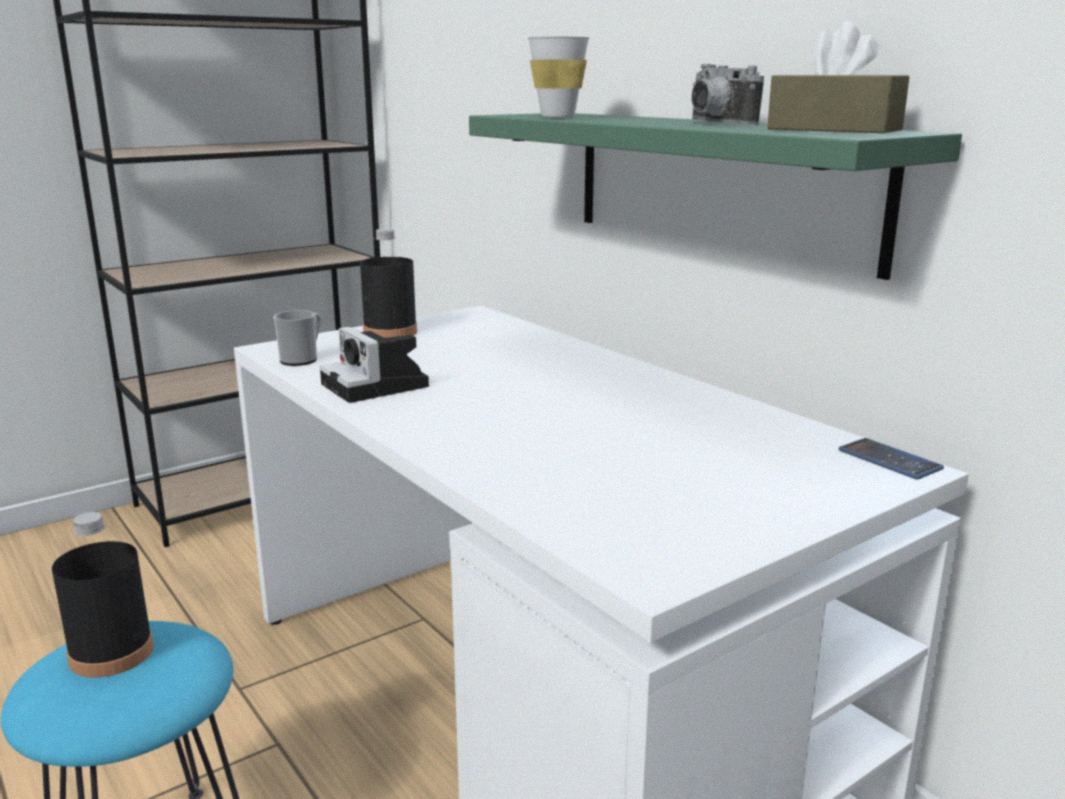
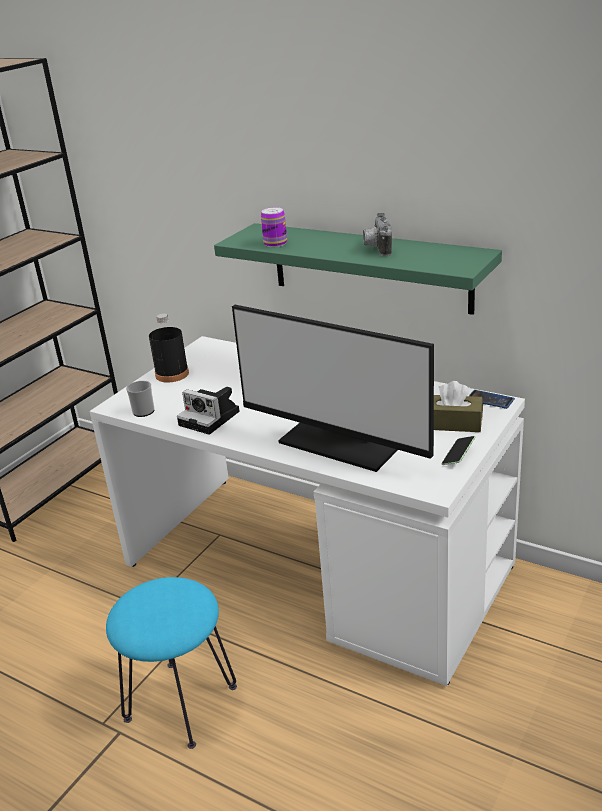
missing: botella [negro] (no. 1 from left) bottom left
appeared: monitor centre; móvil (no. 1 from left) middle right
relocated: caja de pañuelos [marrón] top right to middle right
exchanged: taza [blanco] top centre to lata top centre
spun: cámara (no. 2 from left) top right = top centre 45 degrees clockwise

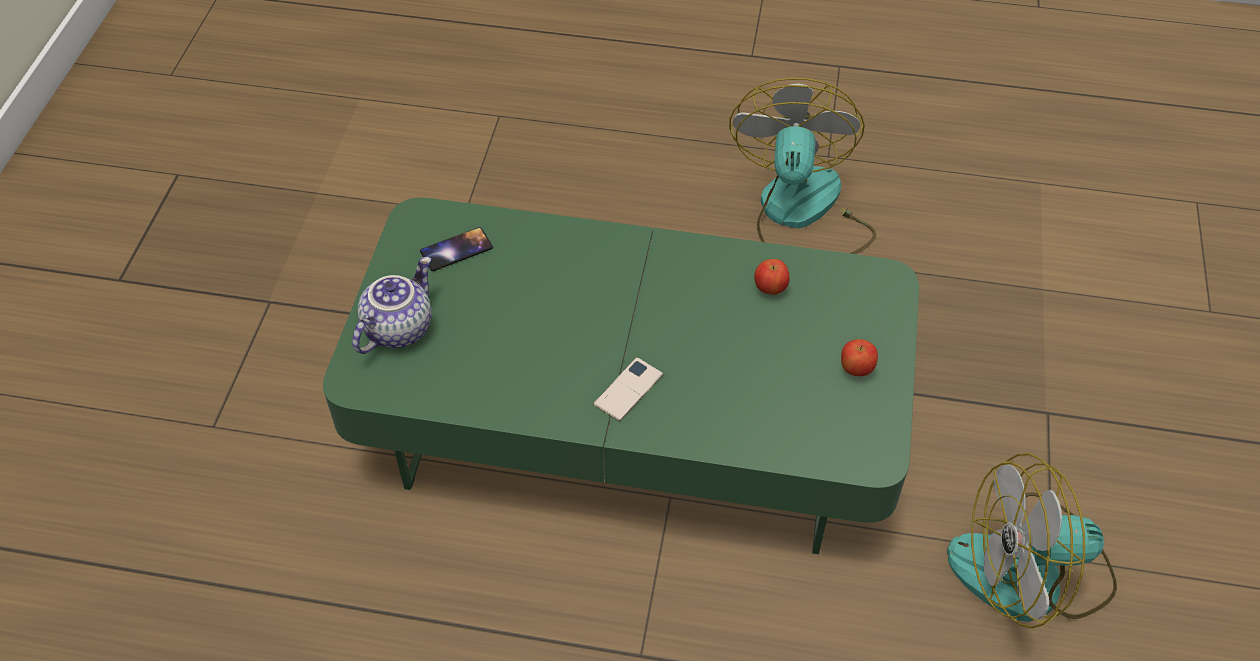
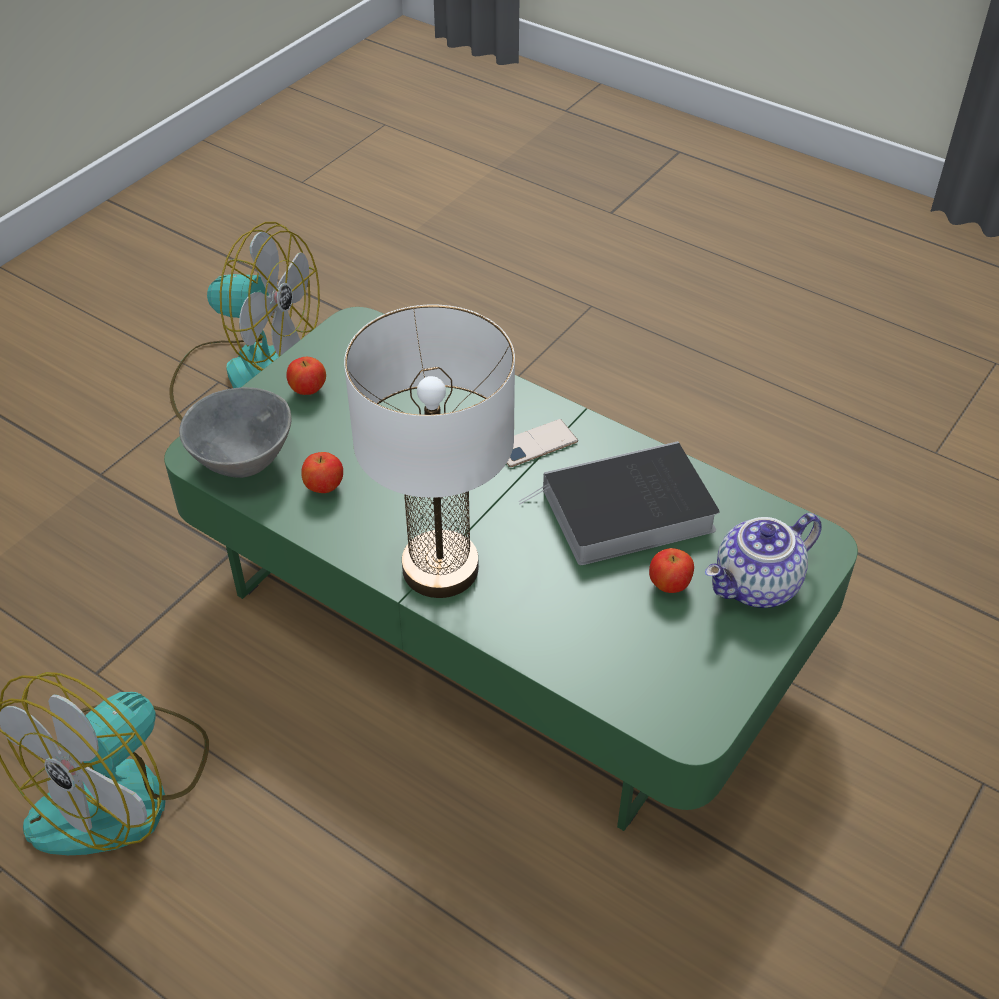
missing: móvil (no. 1 from left) centre
appeared: cuenco [gris] middle left; lámpara de mesa centre; libro centre; manzana (no. 3 from left) middle right

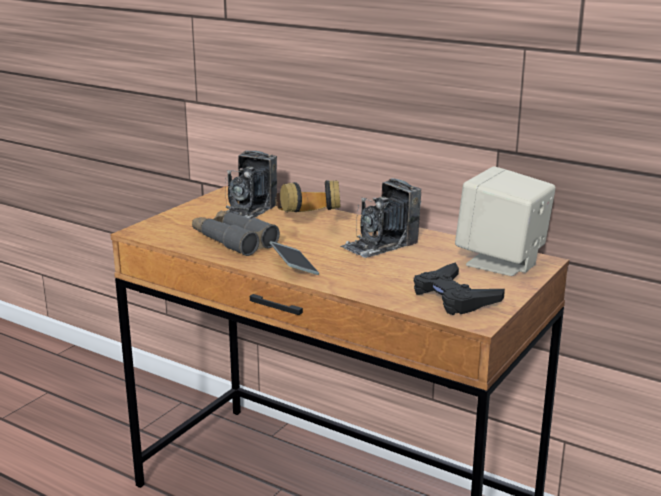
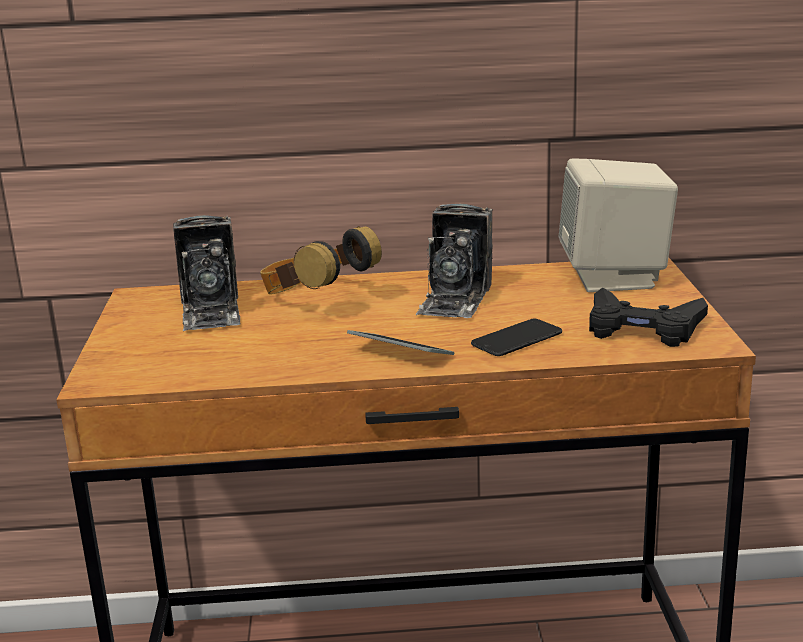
missing: prismáticos [gris] centre
appeared: móvil (no. 2 from left) centre

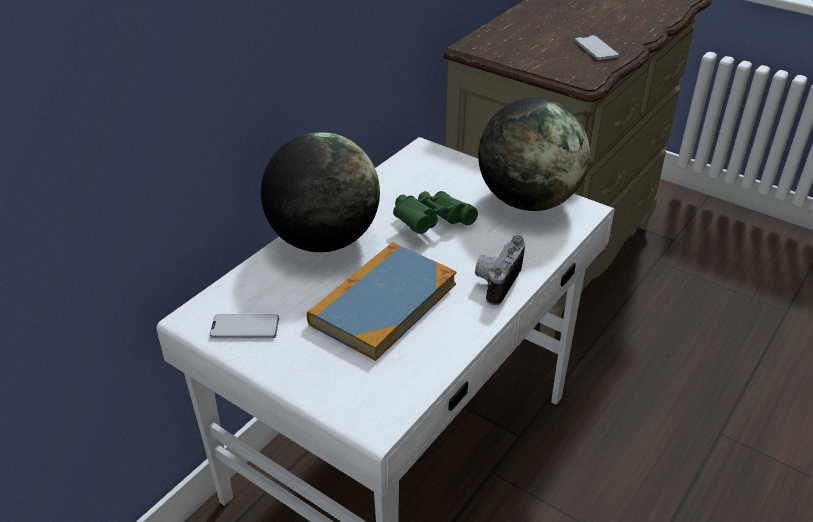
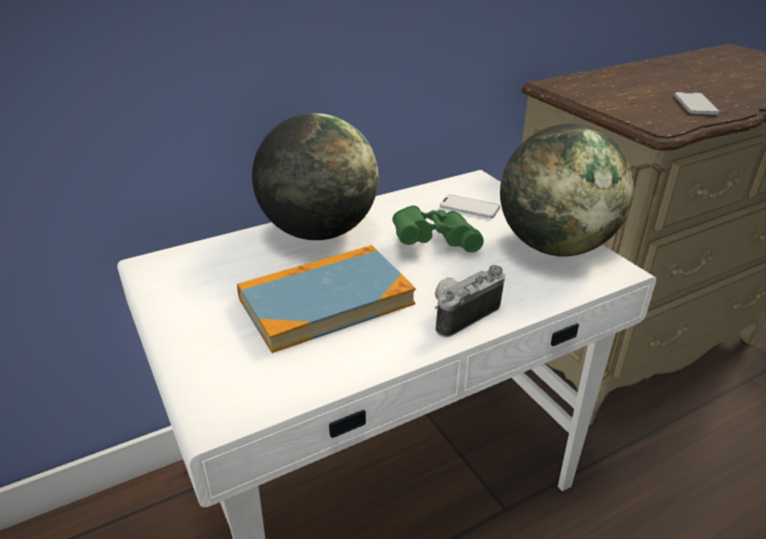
relocated: móvil (no. 1 from left) middle left to centre

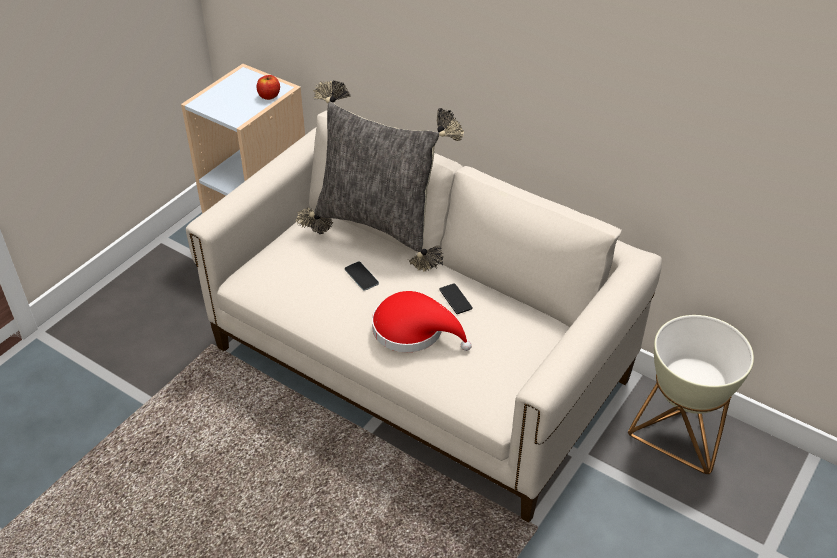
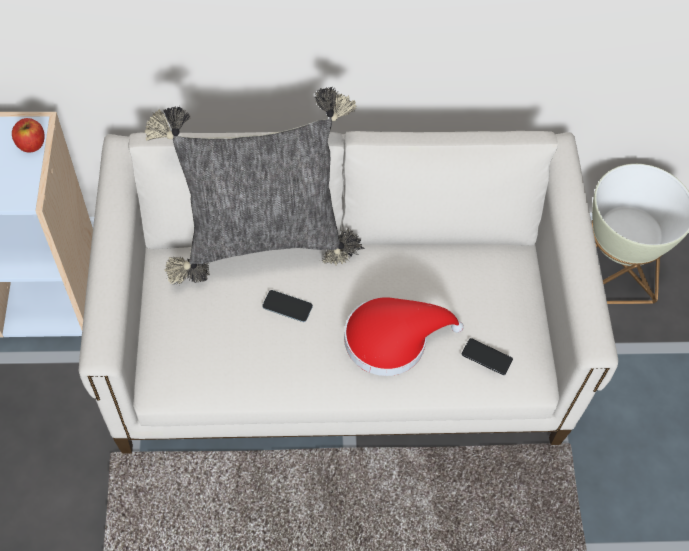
relocated: móvil (no. 2 from left) centre to middle right

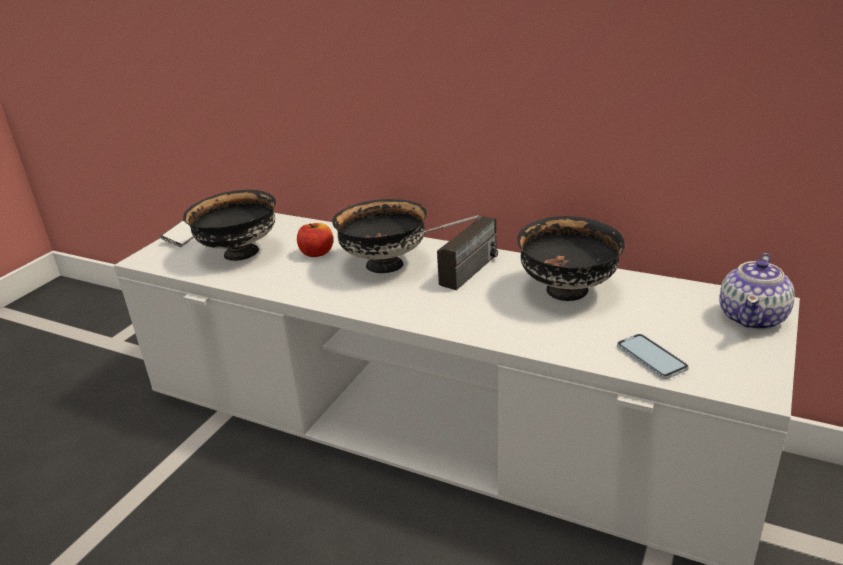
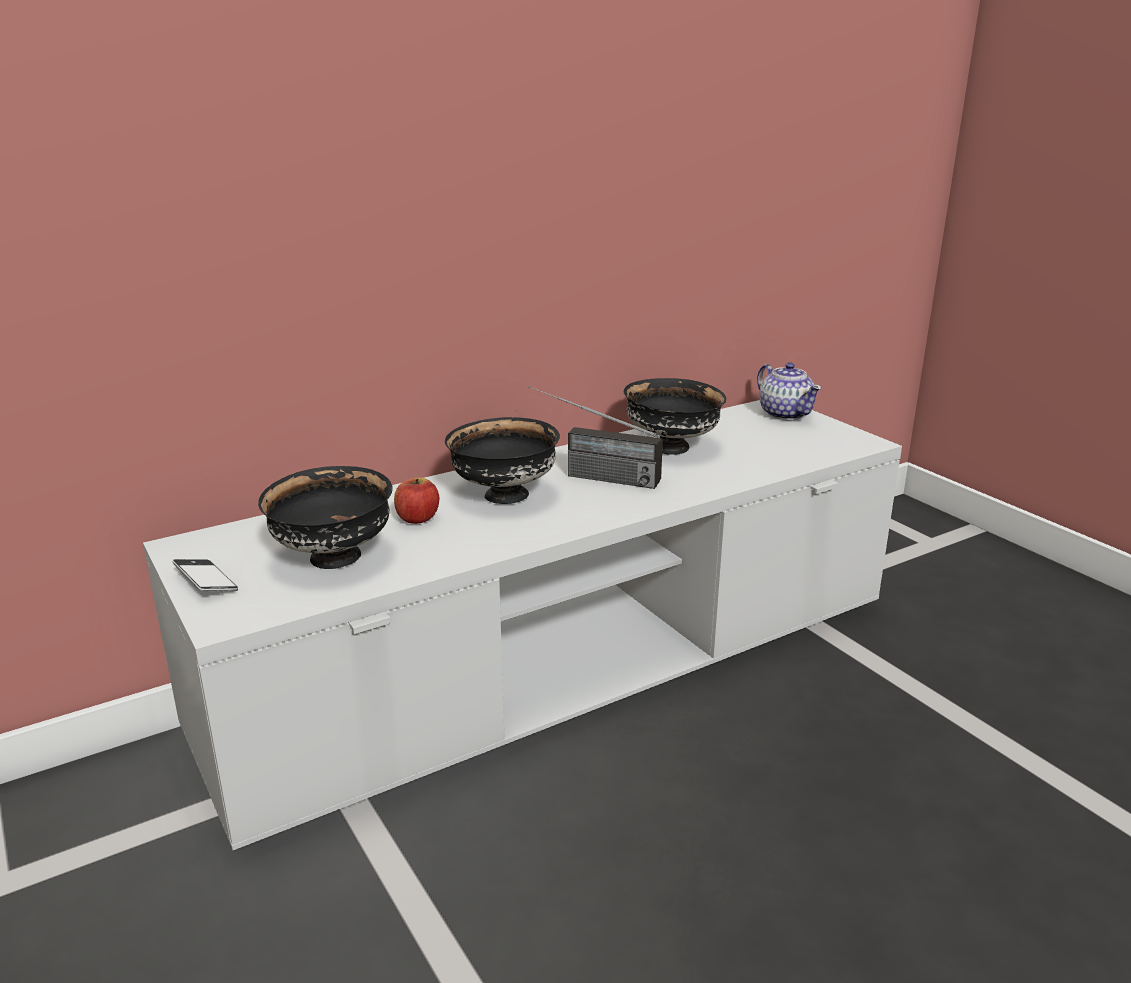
missing: móvil (no. 2 from left) middle right
spun: radio centre = centre 135 degrees clockwise

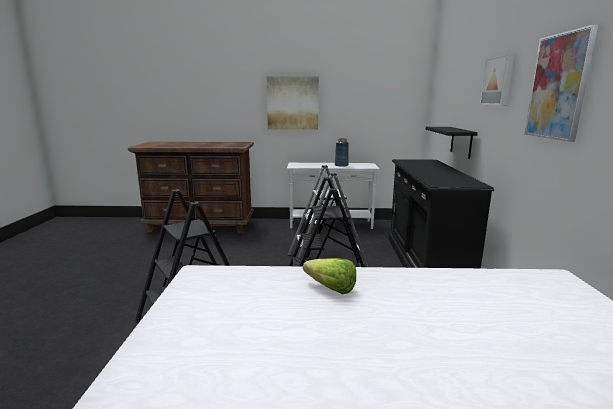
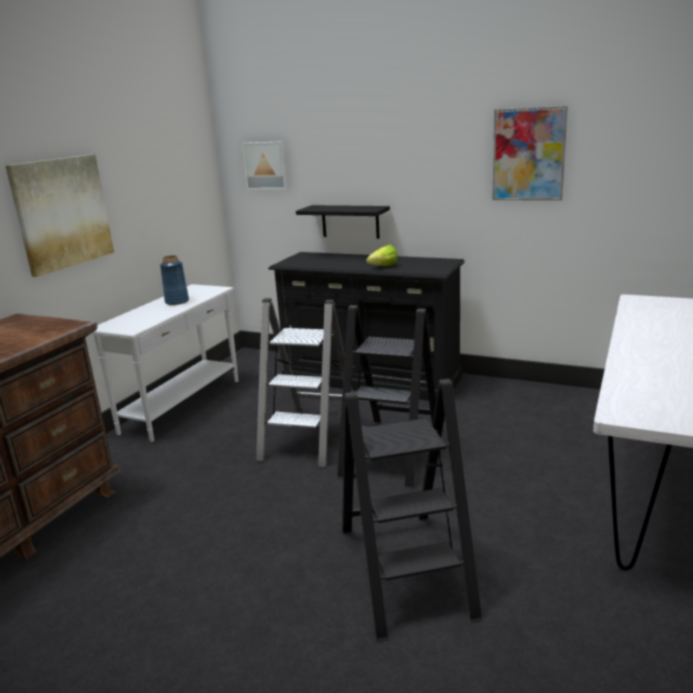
relocated: lechuga bottom centre to centre; cuadro (no. 2 from left) top right to top centre

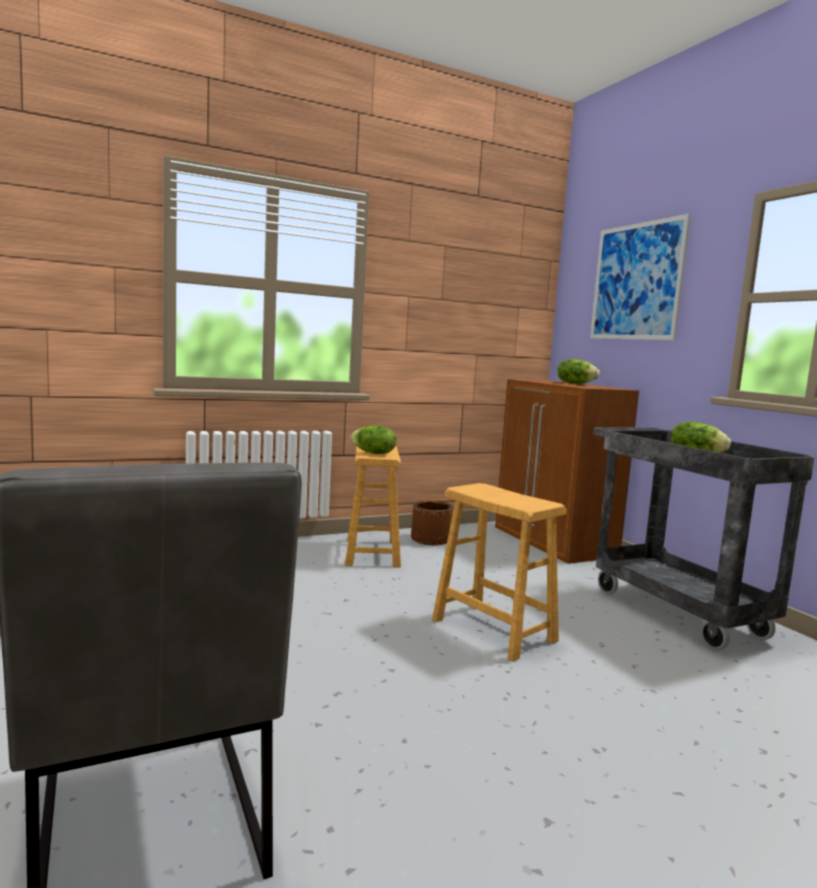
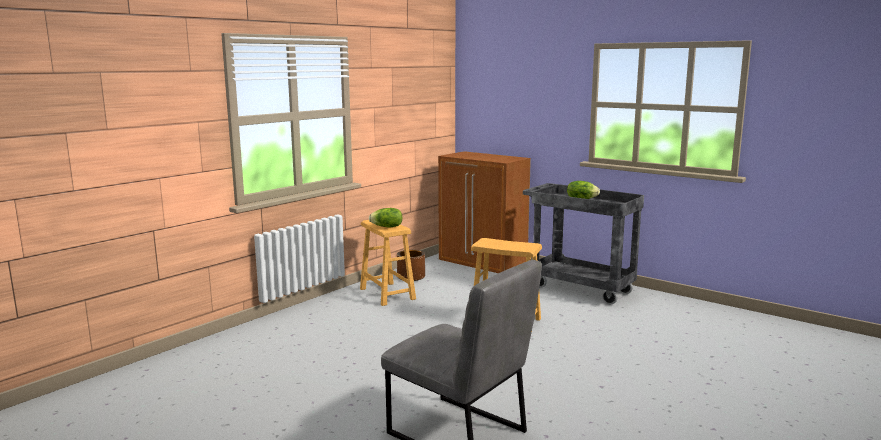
missing: lechuga (no. 2 from left) middle right; cuadro top right

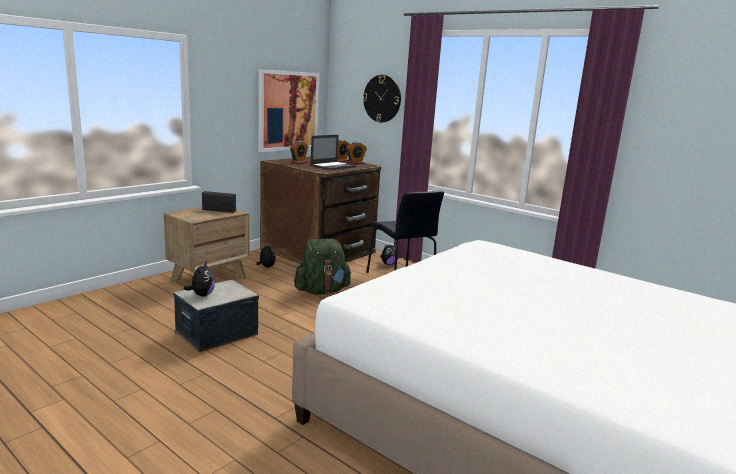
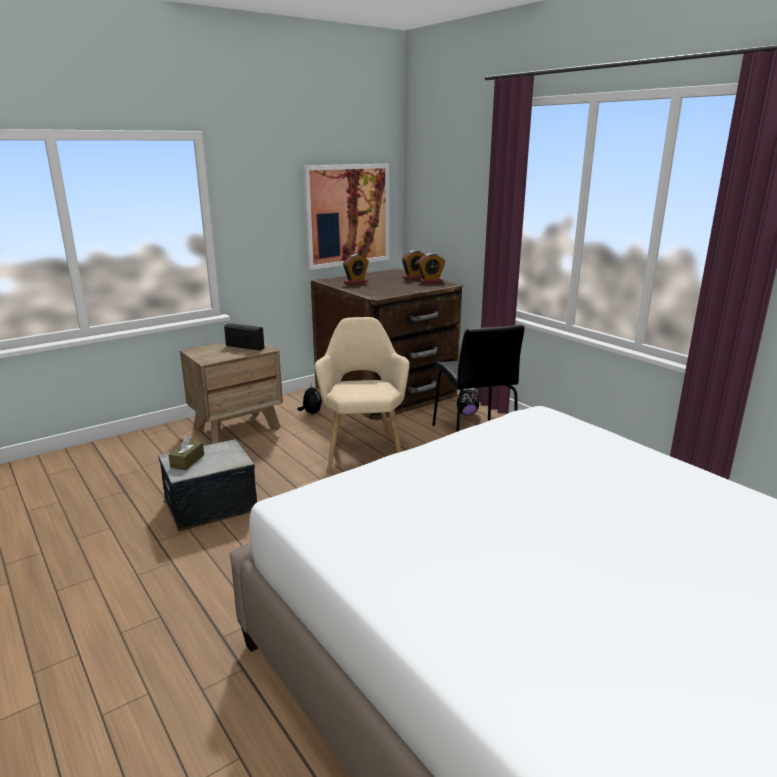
missing: portátil top centre; reloj de pared top centre
exchanged: peluche (no. 1 from left) middle left to caja de pañuelos [marrón] middle left; mochila [verde] centre to sillón [beis] centre

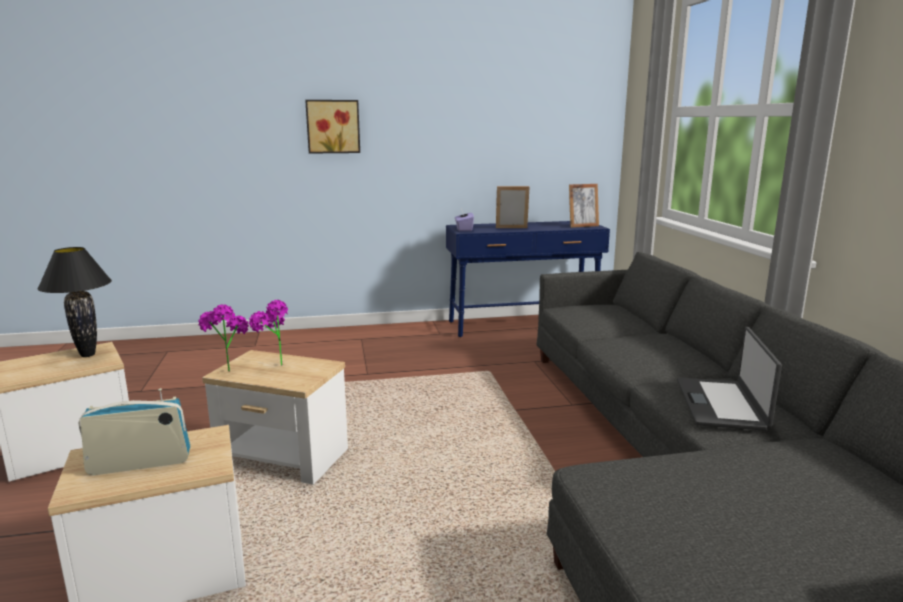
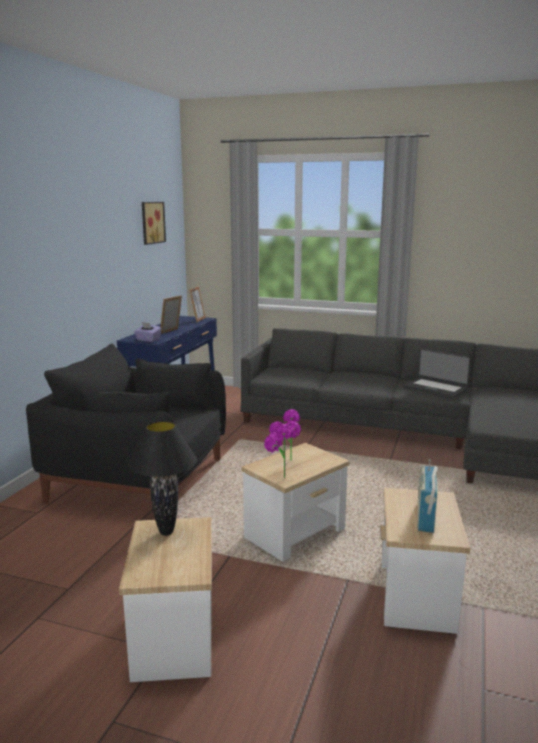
appeared: sillón [negro] middle left
relocated: cuadro top centre to top left

